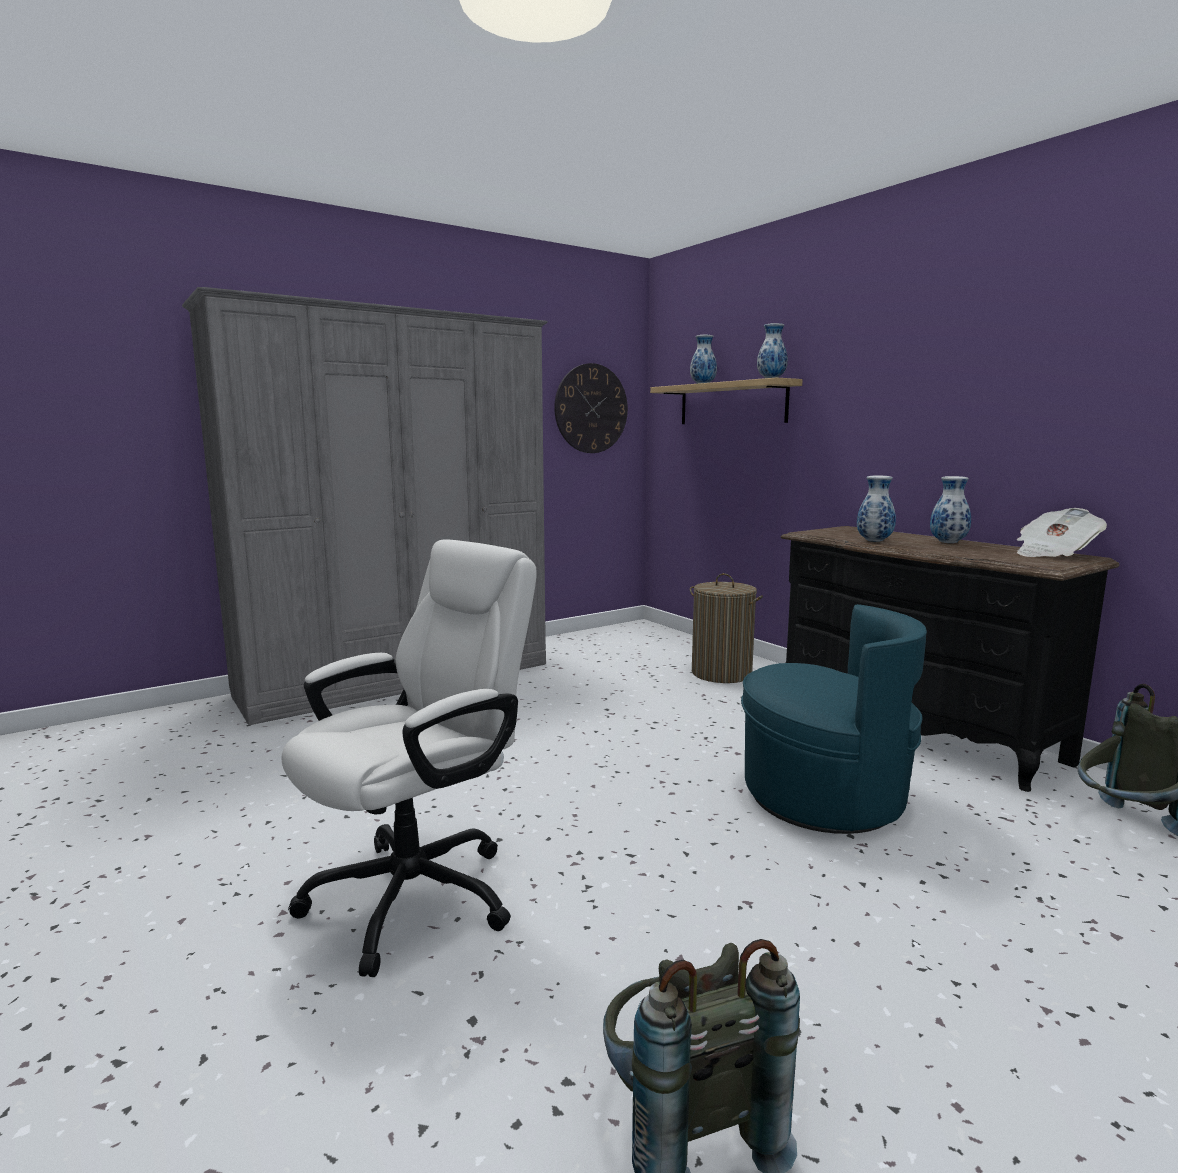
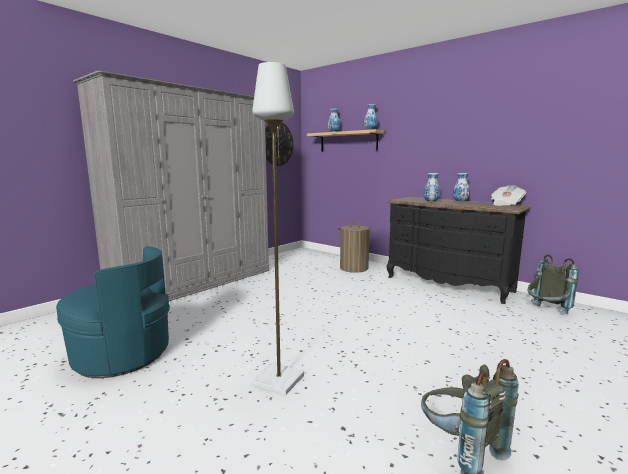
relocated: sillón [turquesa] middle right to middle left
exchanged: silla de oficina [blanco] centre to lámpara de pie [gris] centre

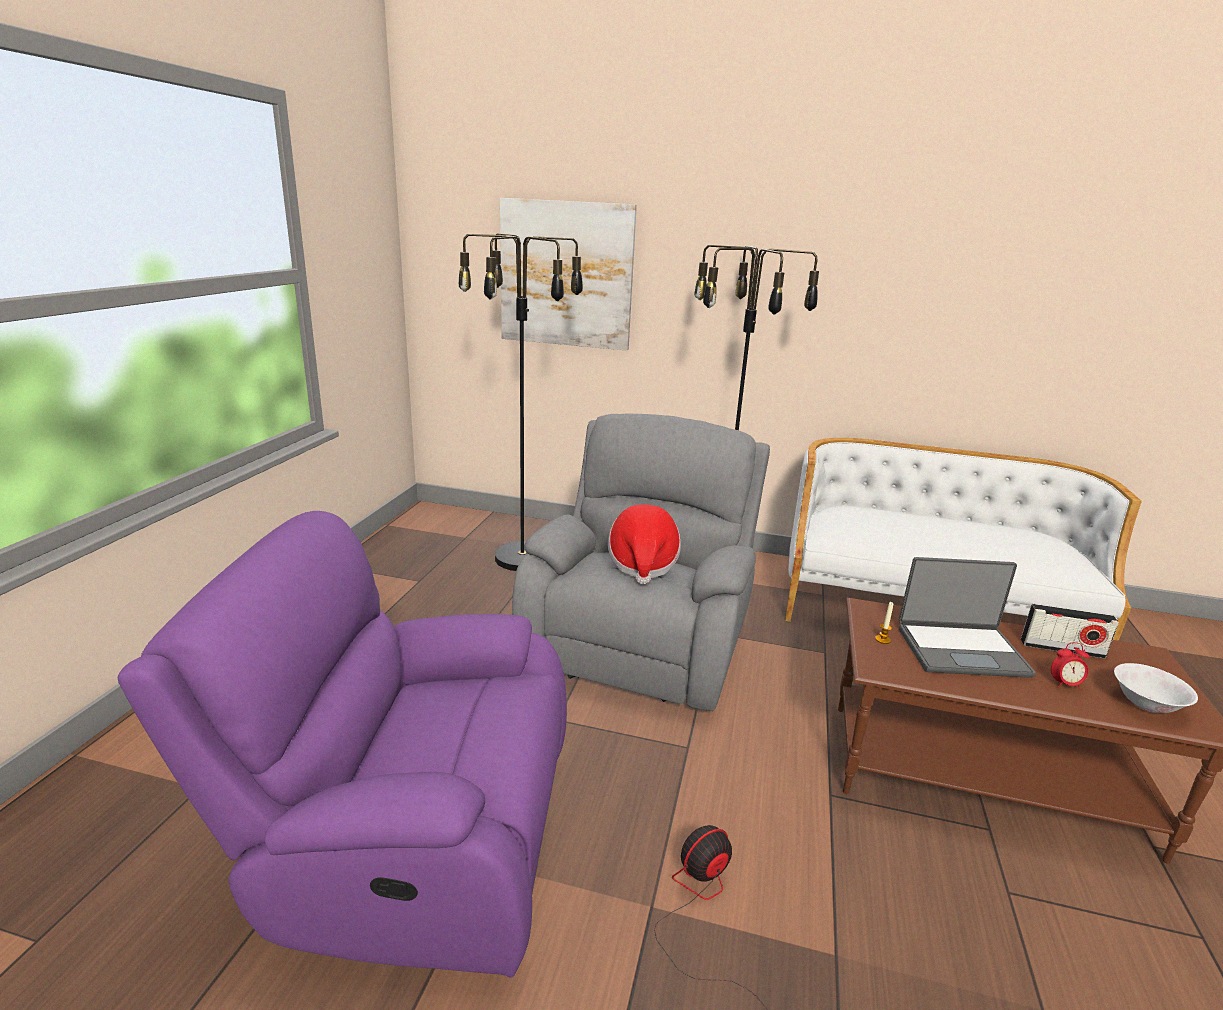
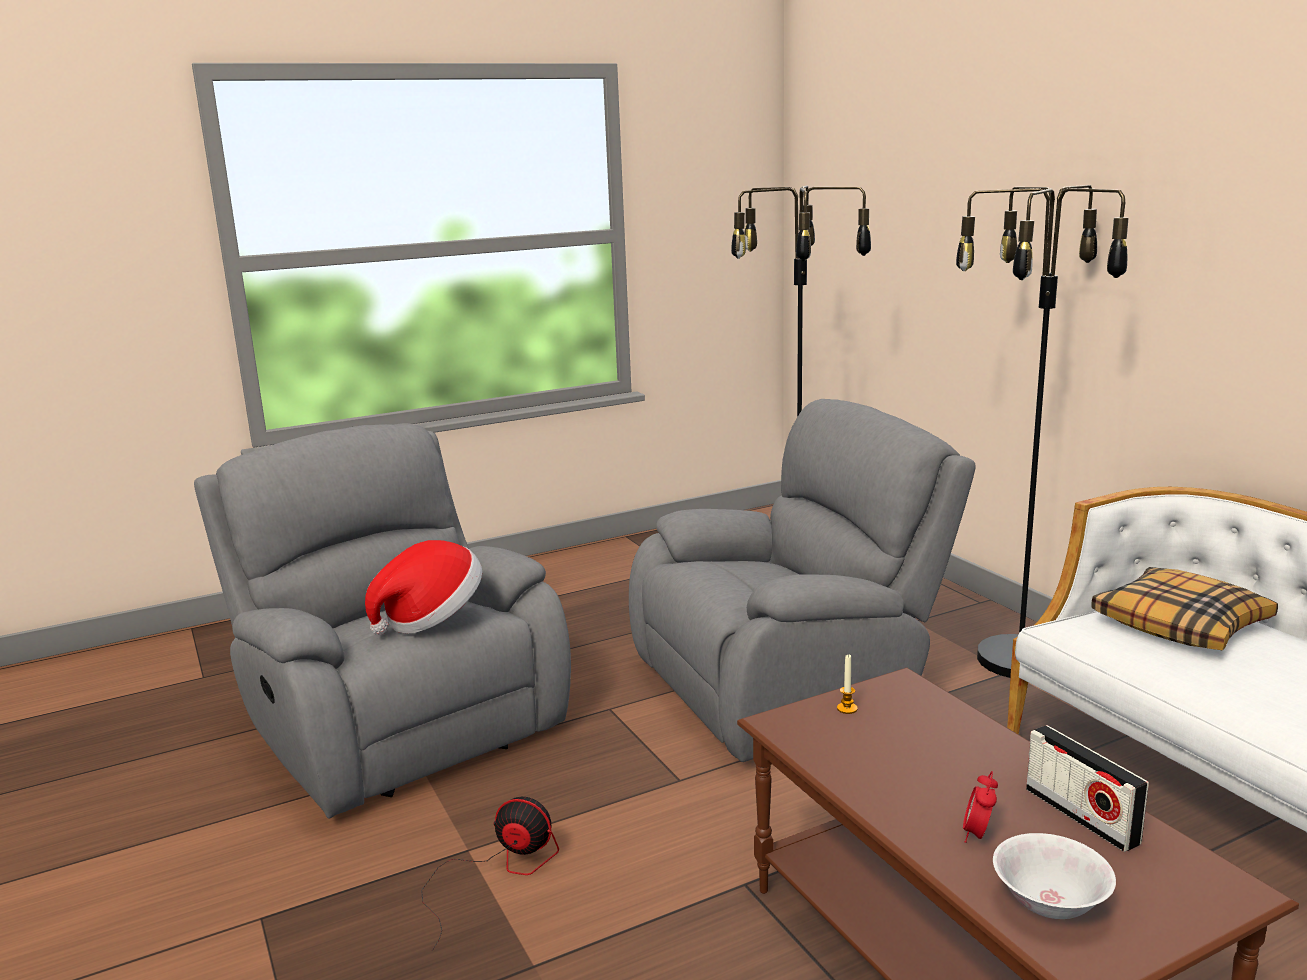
missing: cuadro top centre; portátil middle right
appeared: cojín middle right
relocated: sombrero centre to middle left
colour: sillón [morado] bottom left to sillón [gris] (no. 1 from left) middle left
spun: despertador middle right = bottom right 60 degrees clockwise

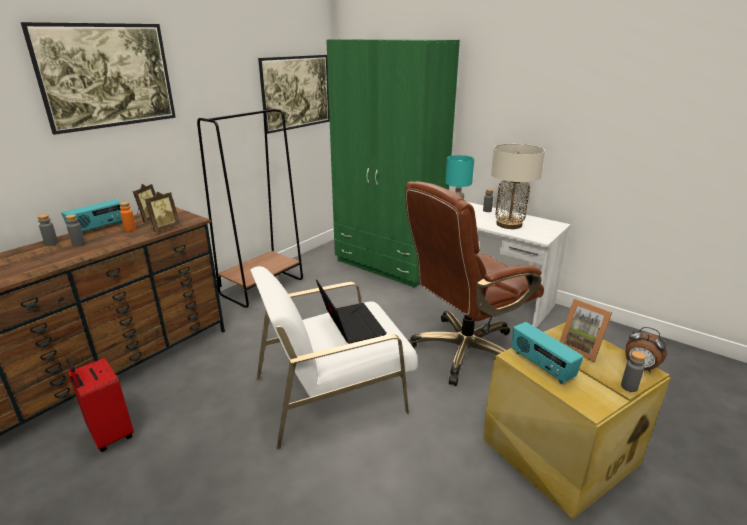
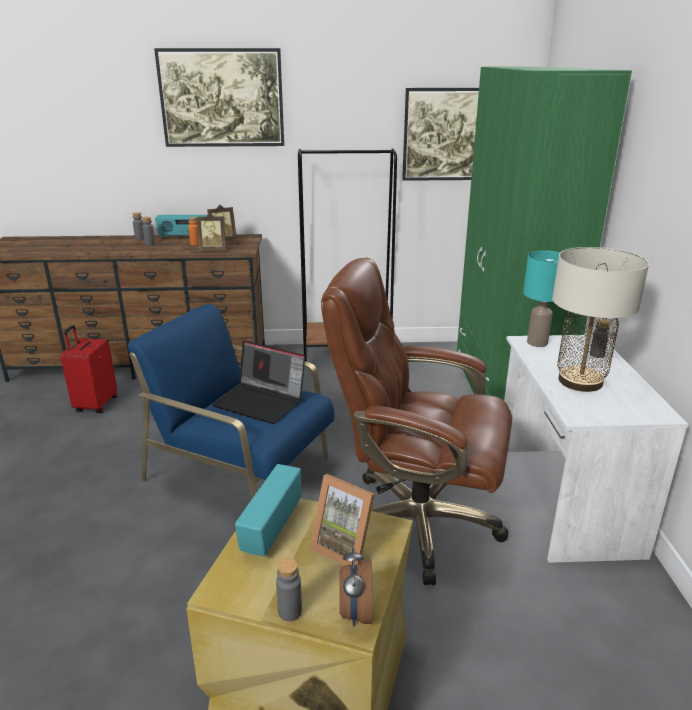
colour: sillón [blanco] bottom centre to sillón [azul] centre
spun: portátil centre = centre 90 degrees clockwise; portarretratos (no. 3 from left) middle right = bottom centre 60 degrees counterclockwise

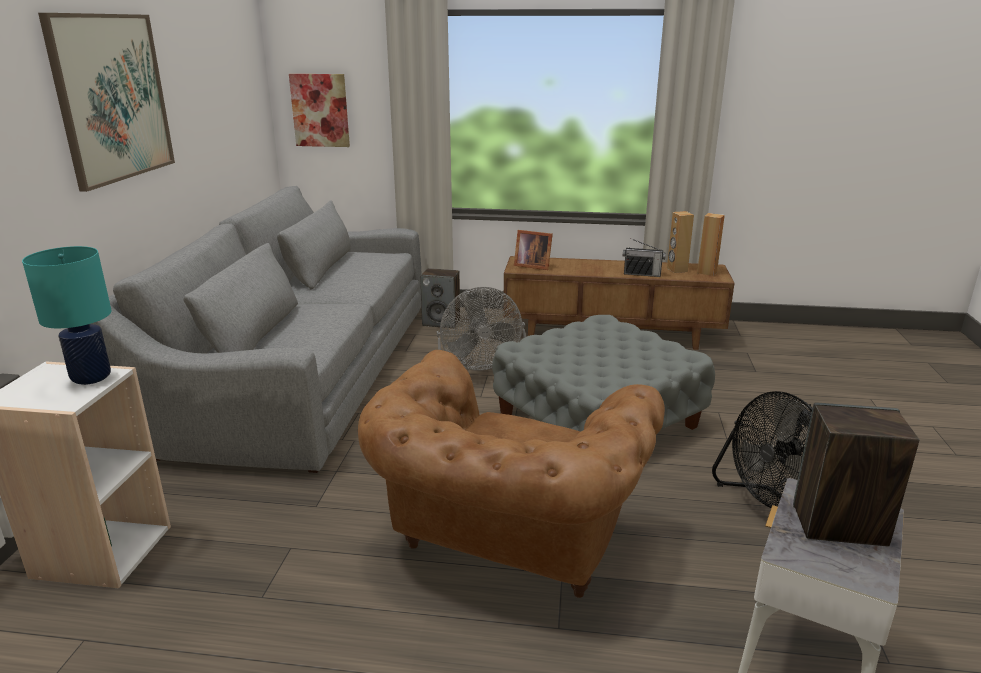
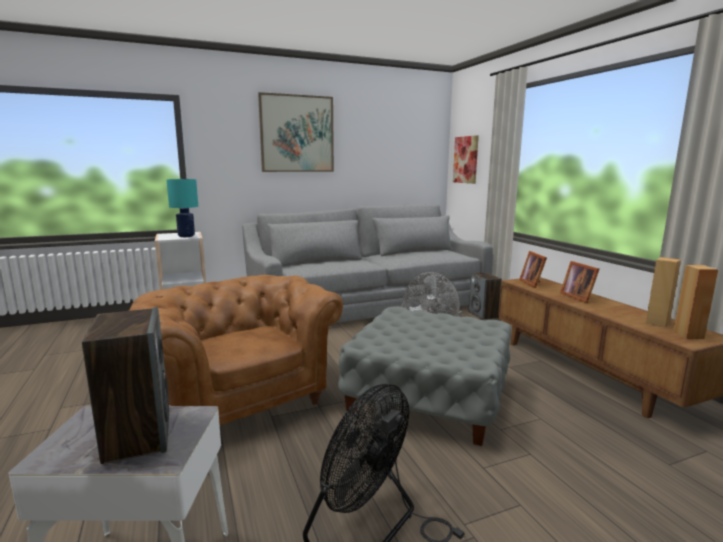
missing: radio centre
appeared: portarretratos (no. 2 from left) middle right
spun: sillón [marrón] bottom centre = middle left 60 degrees clockwise

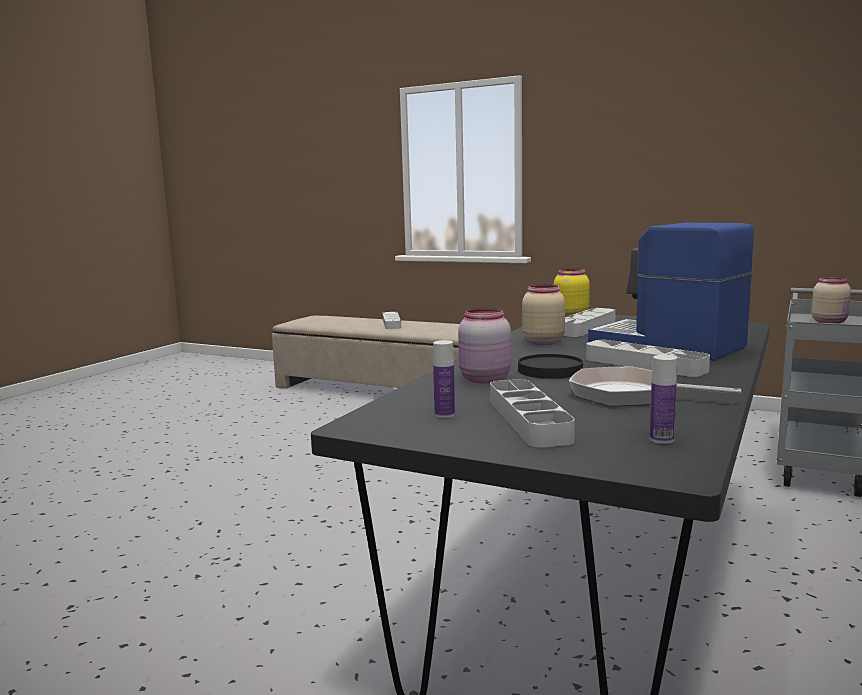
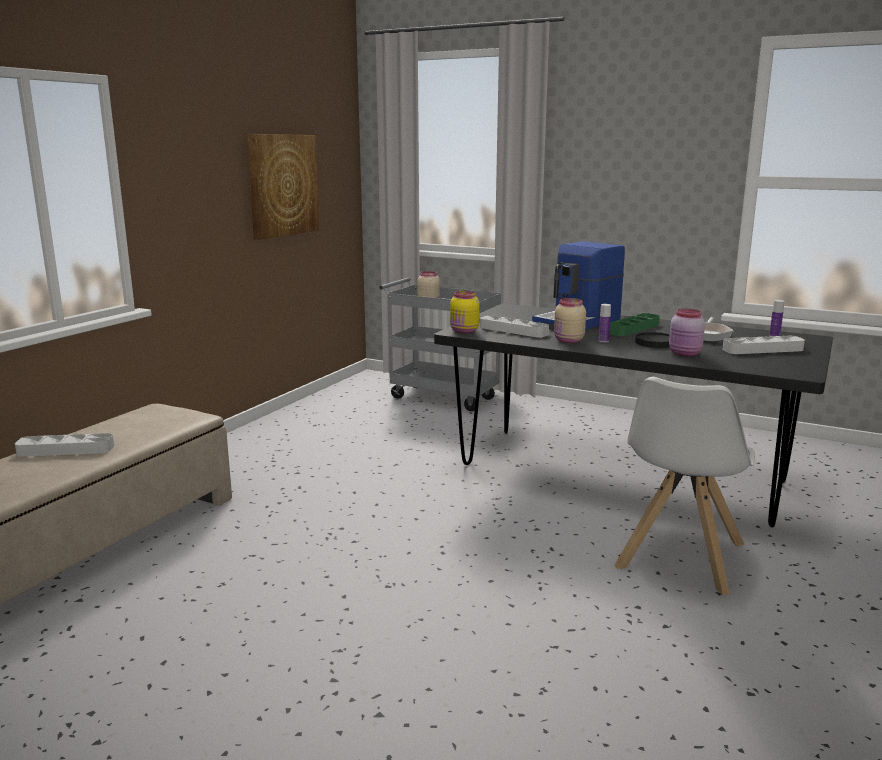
appeared: cuadro top left; silla middle right
relocated: botella (no. 1 from left) centre to middle right
colour: bandeja [gris] (no. 4 from left) middle right to bandeja [verde] middle right

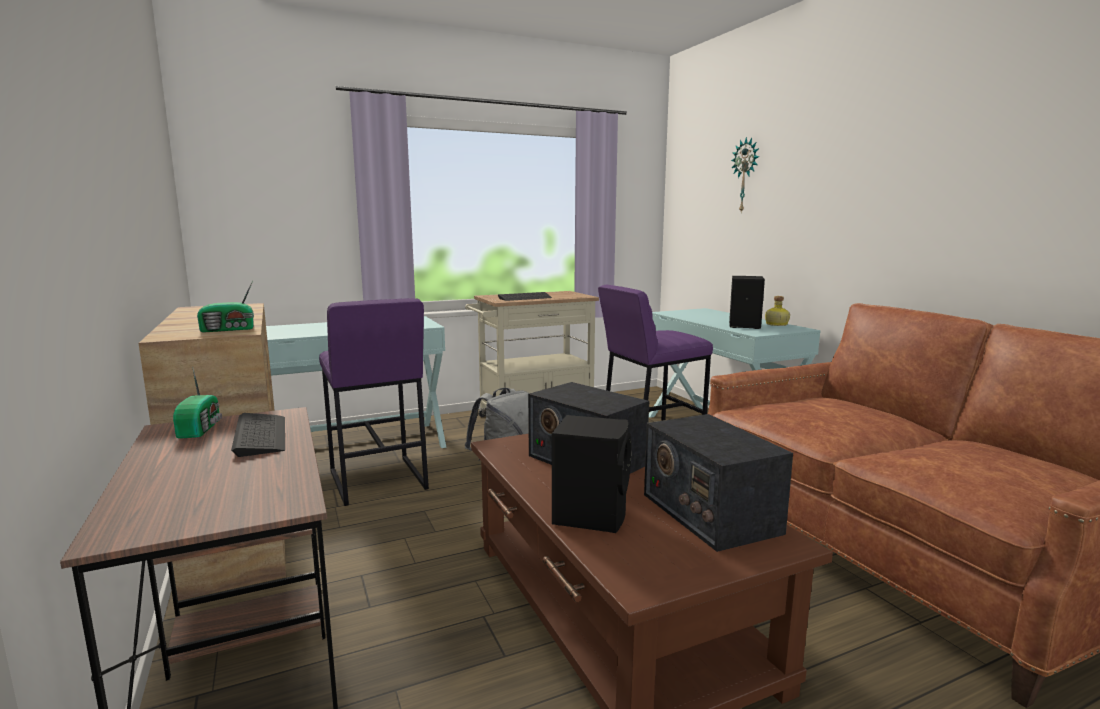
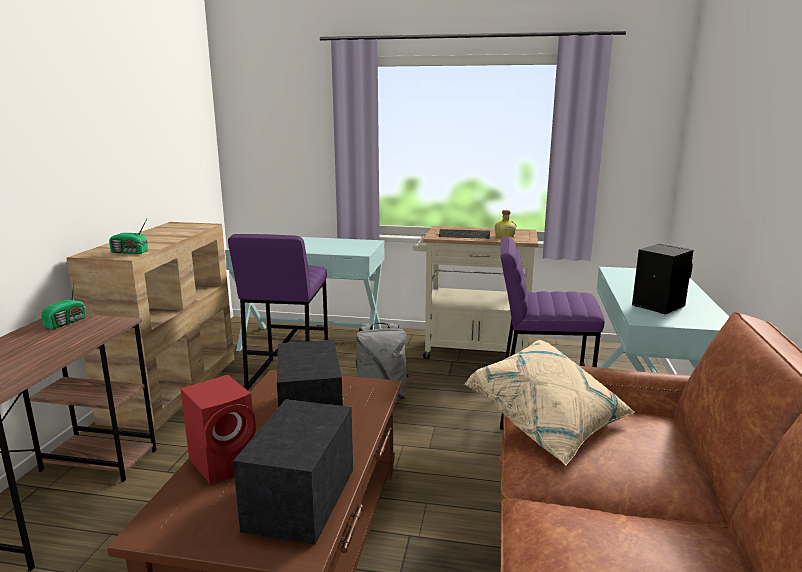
missing: teclado (no. 1 from left) middle left; reloj de pared top right
appeared: cojín [beis] bottom right
relocated: botella middle right to centre
colour: altavoz [negro] (no. 1 from left) bottom centre to altavoz [rojo] bottom left

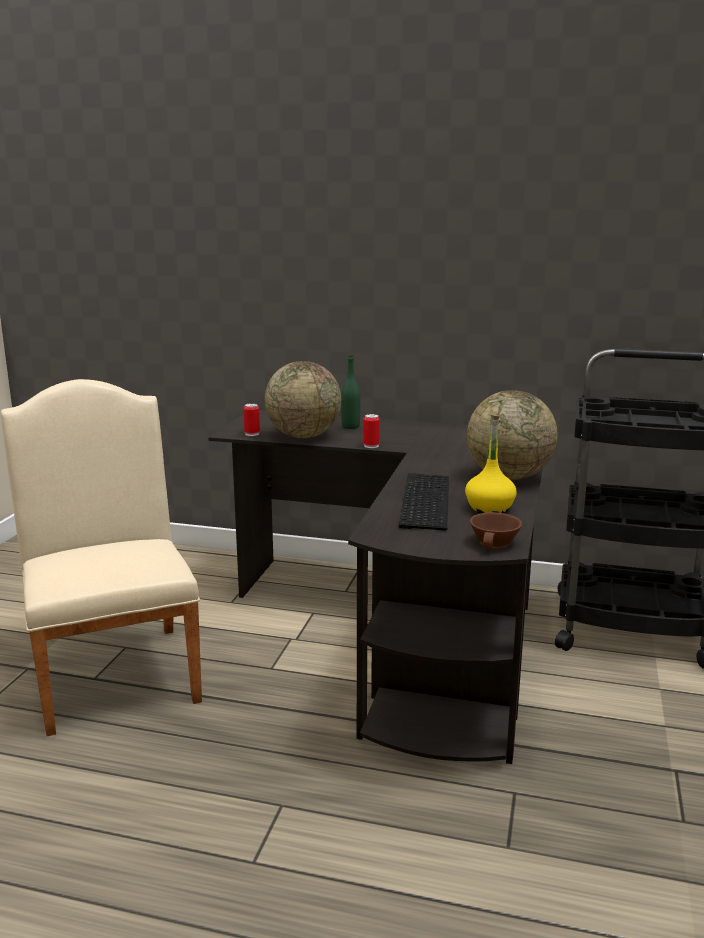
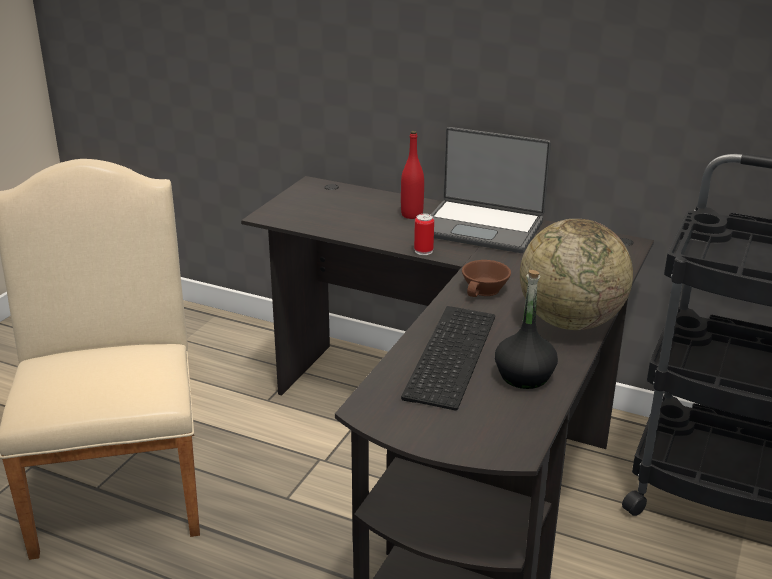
missing: lata (no. 1 from left) centre; globo terráqueo (no. 1 from left) centre
appeared: portátil top centre
relocated: taza [marrón] middle right to centre
colour: botella [verde] centre to botella [rojo] top centre; botella [amarillo] middle right to botella [negro] middle right

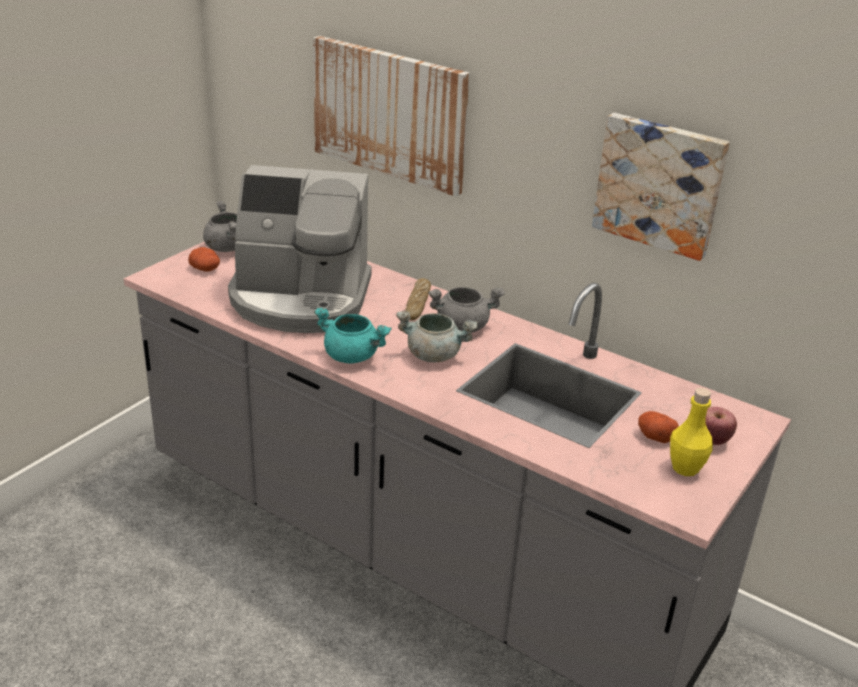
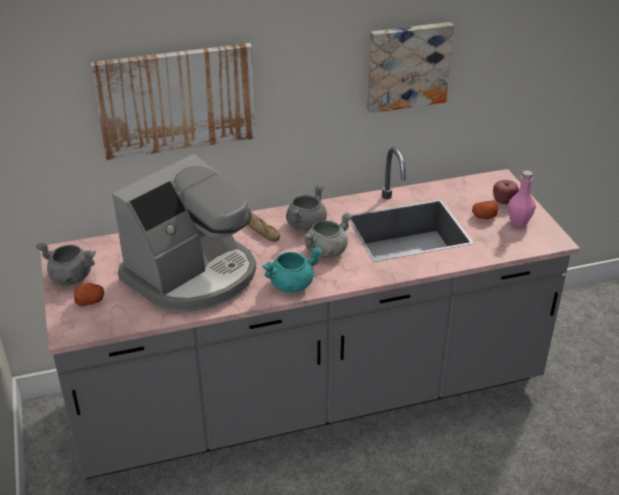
colour: botella [amarillo] middle right to botella [rosa] middle right

